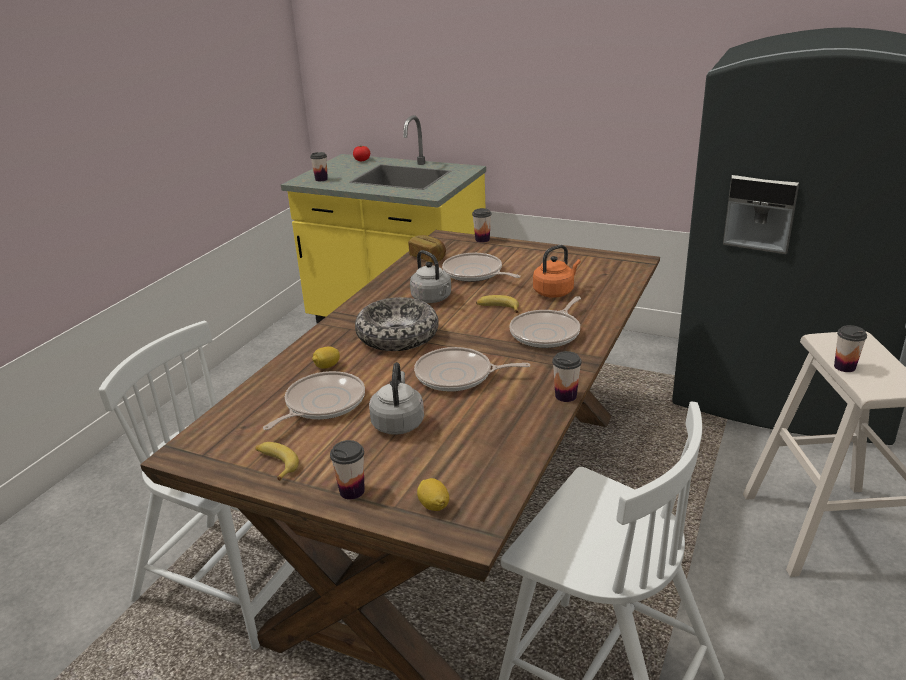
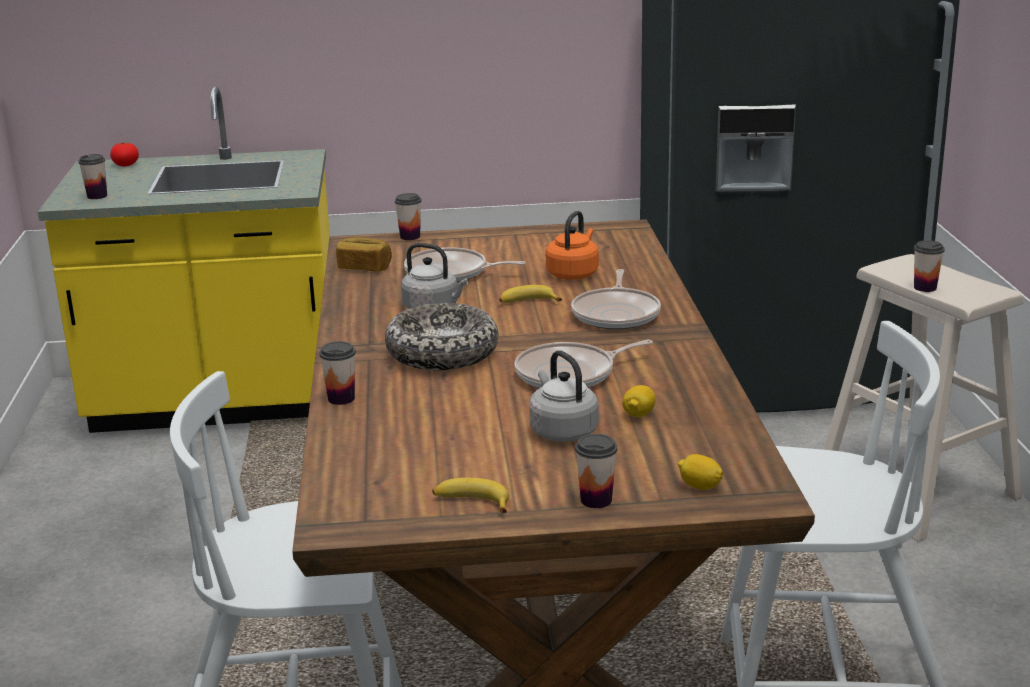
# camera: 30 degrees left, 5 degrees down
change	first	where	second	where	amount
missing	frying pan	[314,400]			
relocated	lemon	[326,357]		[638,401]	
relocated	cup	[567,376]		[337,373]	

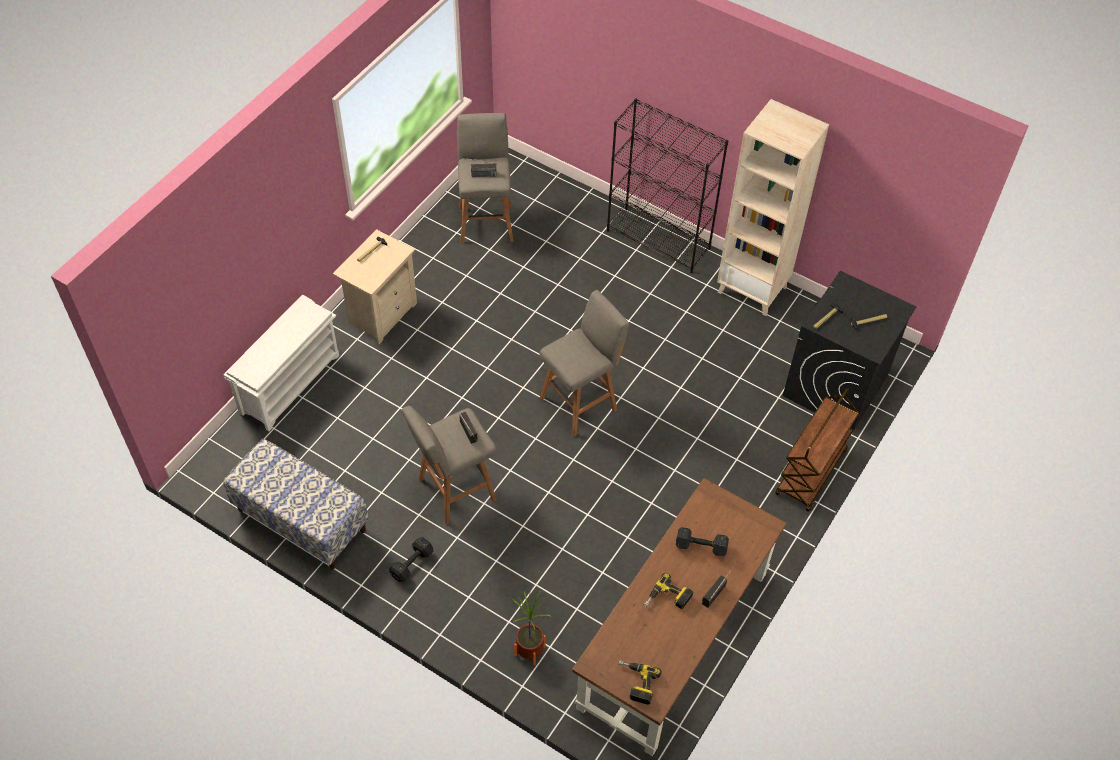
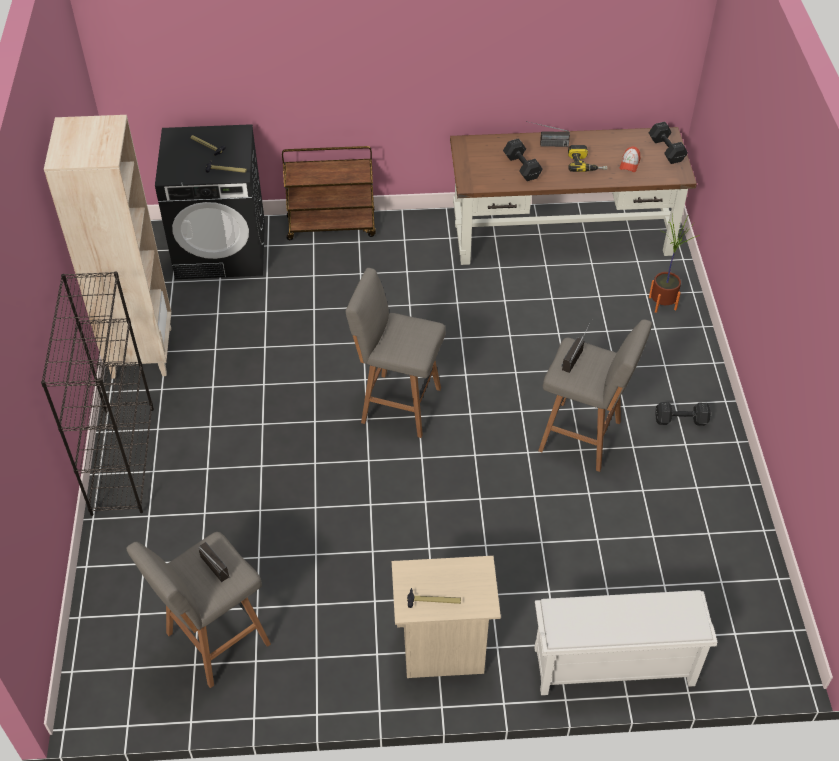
# camera: 125 degrees left, 5 degrees down
change	first	where	second	where	amount
missing	bench	[296,504]			
appeared			cap	[630,159]	
exchanged	power drill	[640,682]	black dumbbell	[668,143]	

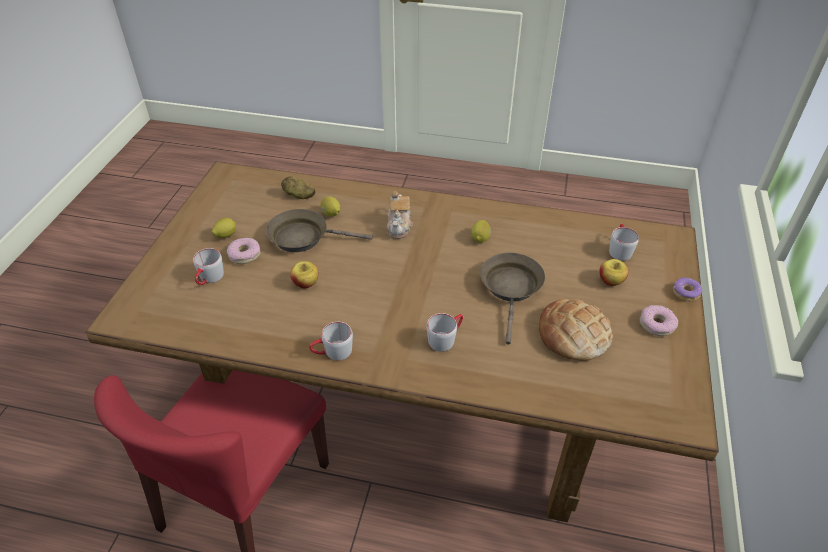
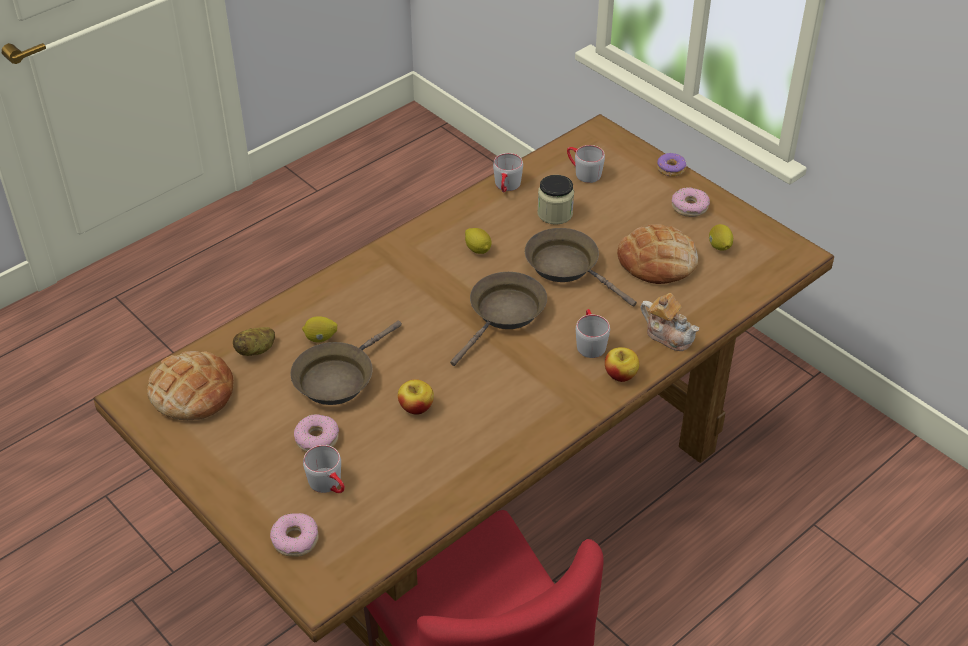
# camera: 55 degrees left, 0 degrees up
change	first	where	second	where	amount
appeared			bread	[190,385]	
appeared			donut	[294,535]	
appeared			brown frying pan	[498,319]	
appeared			jar	[555,200]	
relocated	lemon	[224,228]		[721,237]	
relocated	grey mug	[331,341]		[508,173]	
relocated	teapot	[400,215]		[669,322]	
relocated	apple	[614,272]		[622,364]	

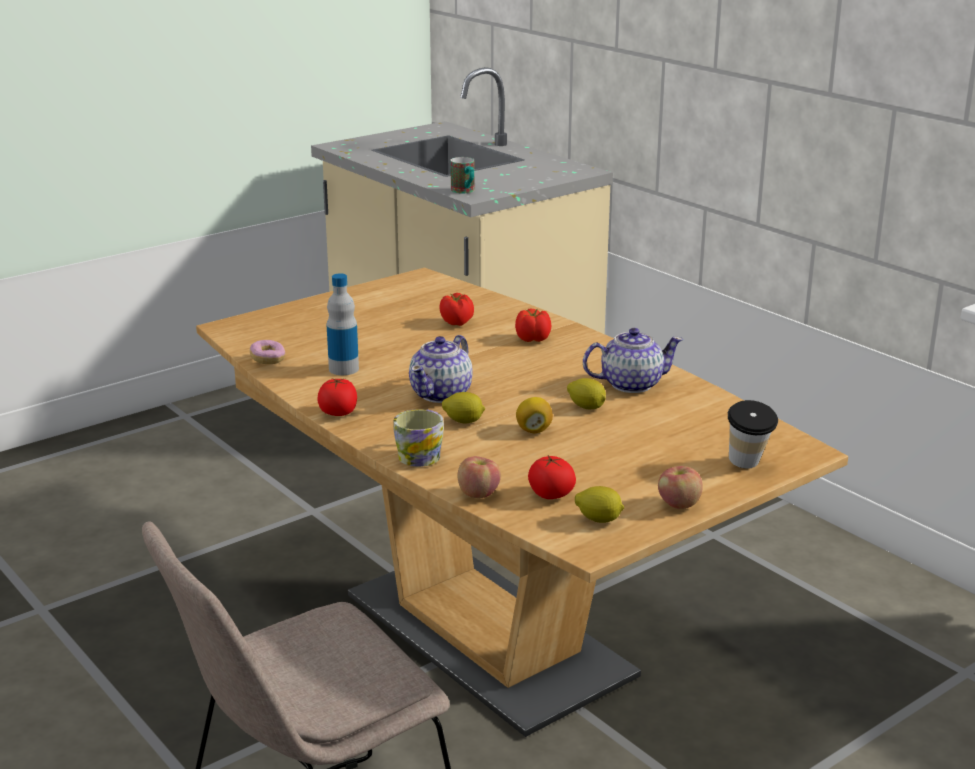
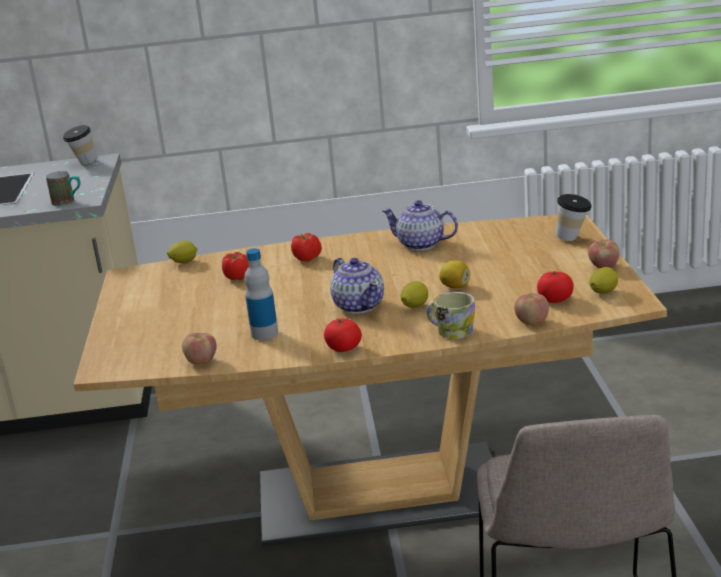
# camera: 55 degrees left, 0 degrees up
change	first	where	second	where	amount
appeared			cup	[80,145]	
relocated	lemon	[586,393]		[182,252]	
exchanged	donut	[268,352]	apple	[199,349]	
spun	teapot	[633,360]		[420,225]	90 degrees counterclockwise

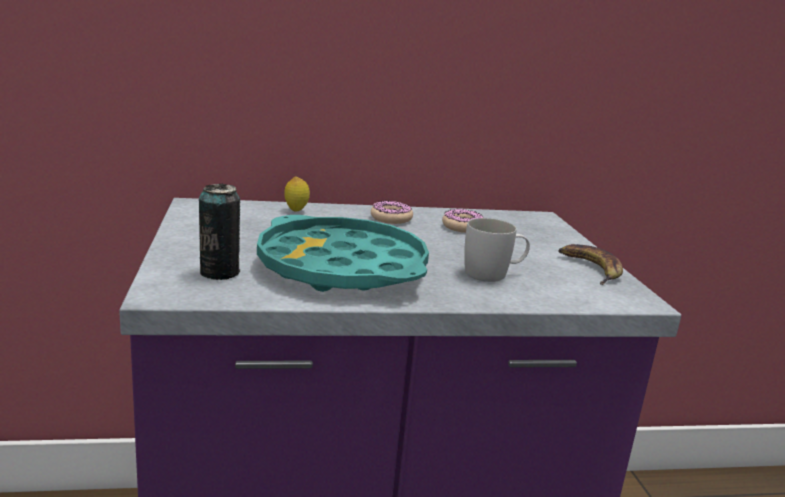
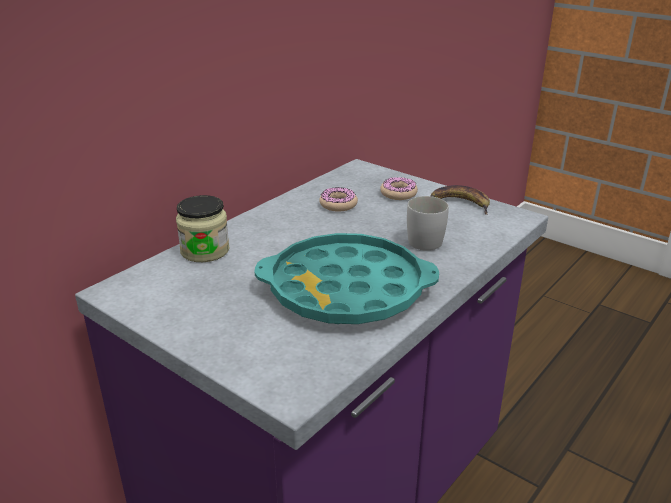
# camera: 40 degrees left, 10 degrees up
change	first	where	second	where	amount
missing	can	[219,232]			
relocated	donut	[392,212]		[399,188]	
exchanged	lemon	[297,194]	jar	[203,228]	

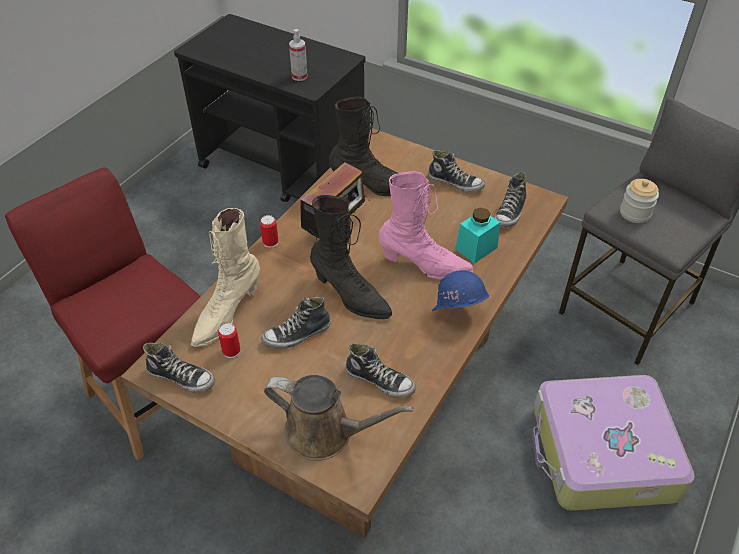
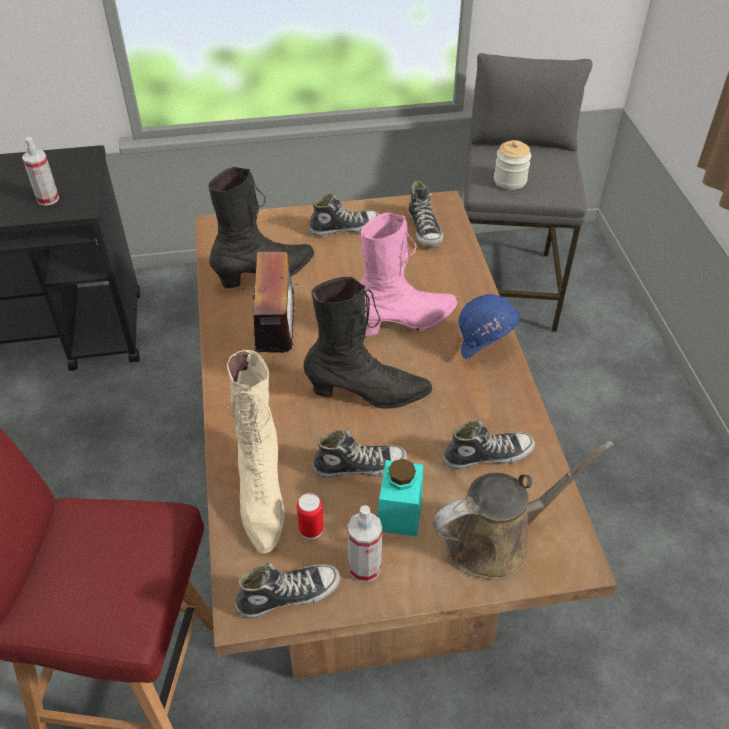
# camera: 40 degrees left, 0 degrees up
change	first	where	second	where	amount
missing	can	[269,231]			
missing	suitcase	[613,443]			
appeared			spray bottle	[365,543]	
relocated	turquoise jar	[478,235]		[400,497]	
spun	shoe	[296,323]		[360,454]	120 degrees counterclockwise

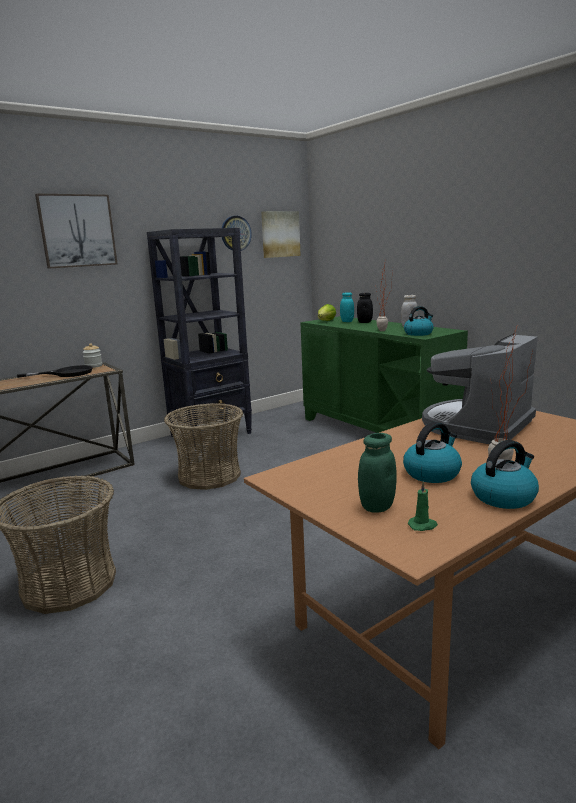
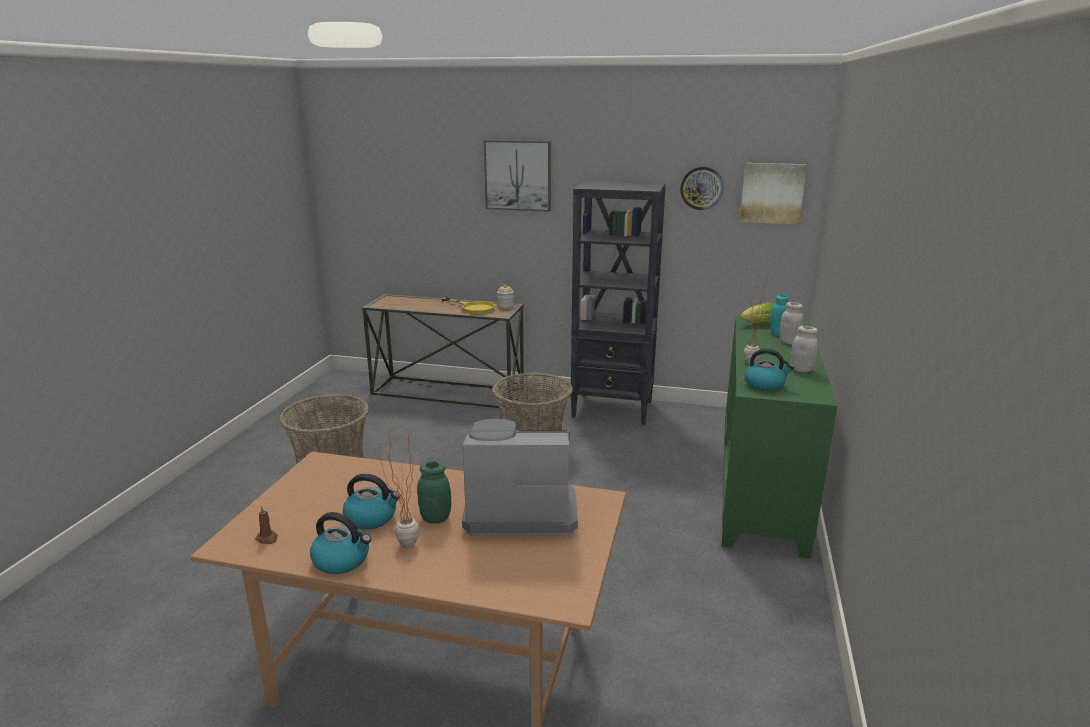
# camera: 50 degrees right, 5 degrees up
change	first	where	second	where	amount
relocated	green jar	[377,473]		[434,492]	
colour	black frying pan	[54,371]	yellow frying pan	[468,305]	
colour	black jar	[365,308]	white jar	[792,323]	
colour	green candle	[423,506]	brown candle	[266,524]	

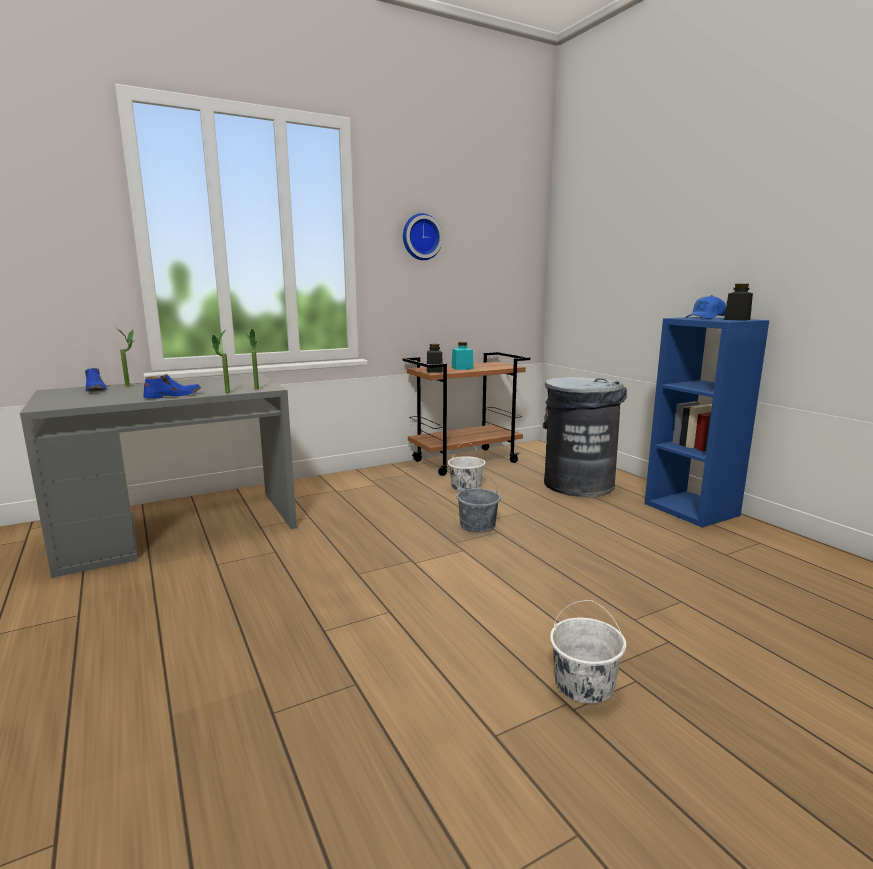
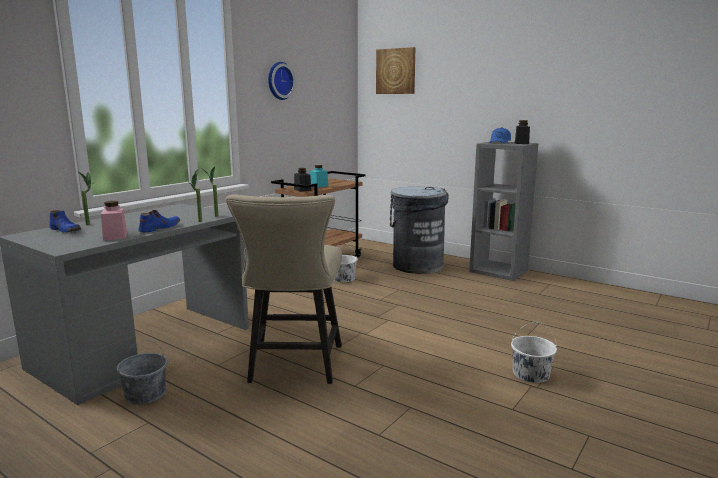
# camera: 25 degrees left, 0 degrees up
change	first	where	second	where	amount
appeared			pink jar	[114,221]	
appeared			beige chair	[284,289]	
appeared			picture	[395,70]	
relocated	grey bucket	[478,503]		[142,372]	
colour	blue bookcase	[707,422]	grey bookcase	[504,211]	

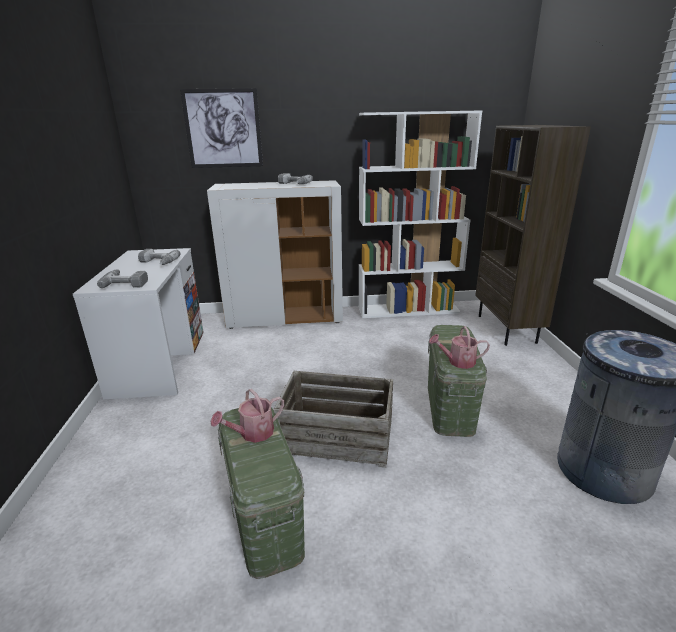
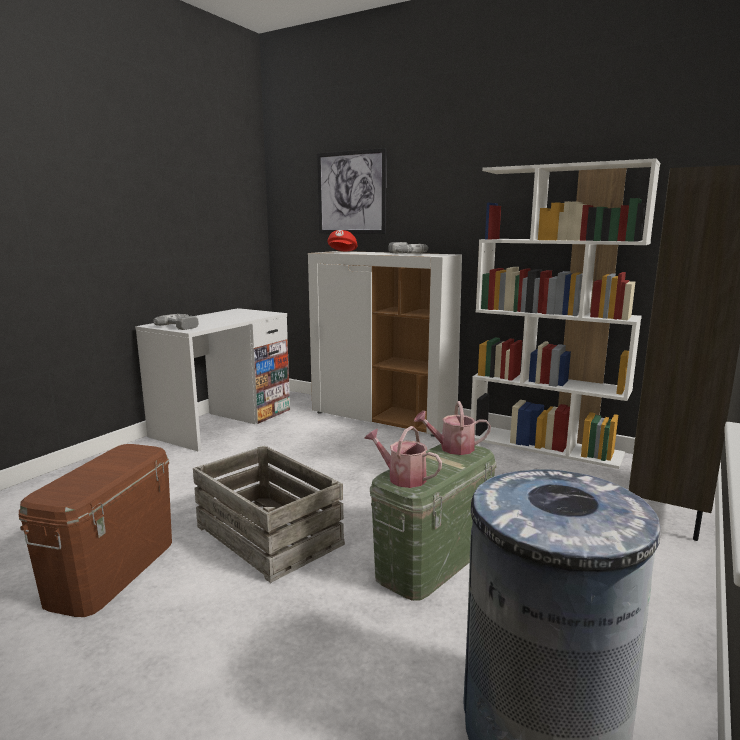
# camera: 35 degrees right, 10 degrees down
change	first	where	second	where	amount
missing	power drill	[159,257]			
appeared			red cap	[342,241]	
relocated	watering can	[247,416]		[452,428]	
colour	green storage box	[261,493]	brown storage box	[95,530]	

